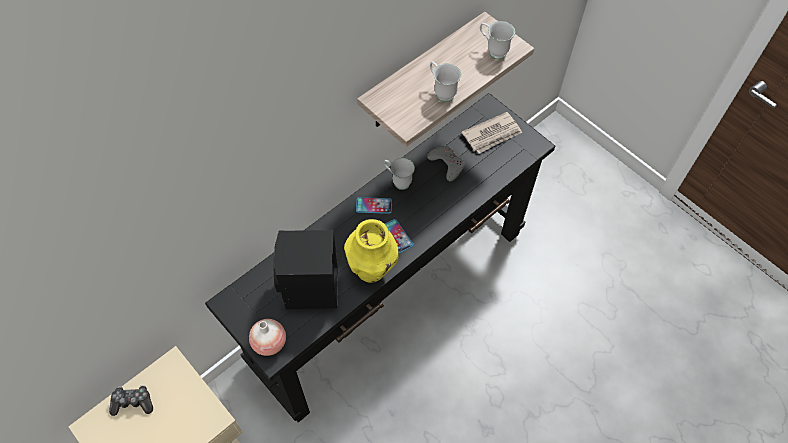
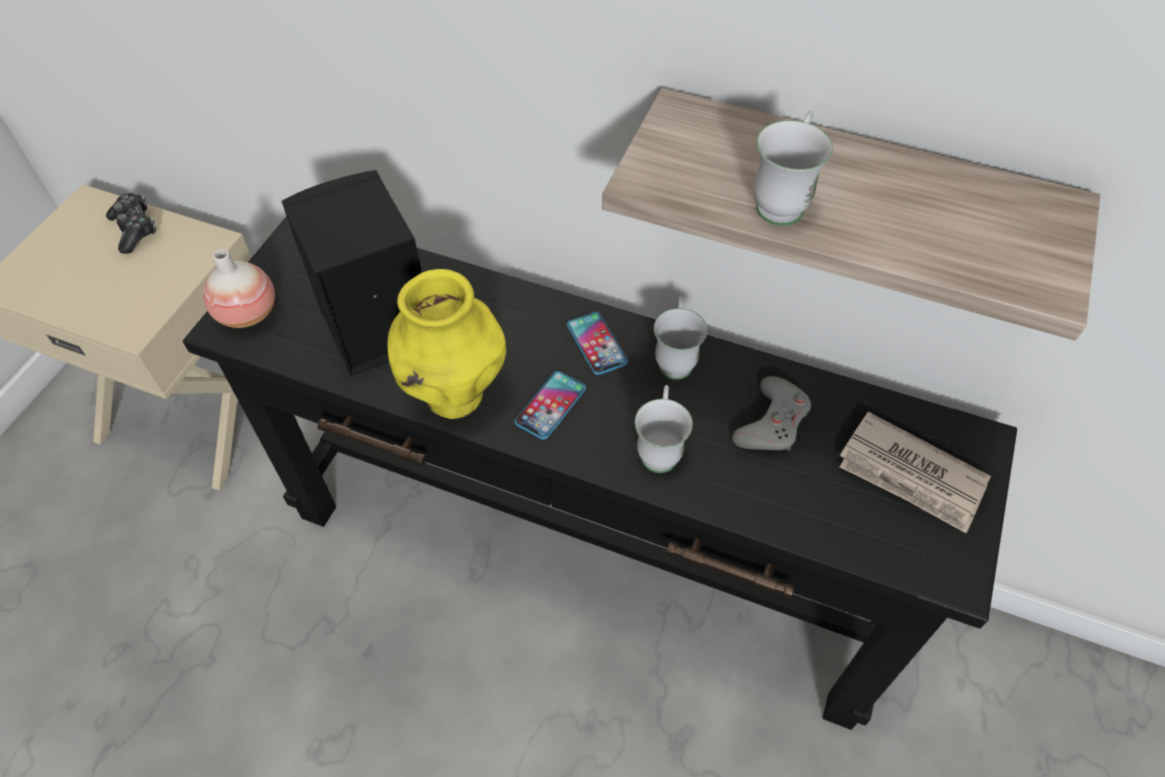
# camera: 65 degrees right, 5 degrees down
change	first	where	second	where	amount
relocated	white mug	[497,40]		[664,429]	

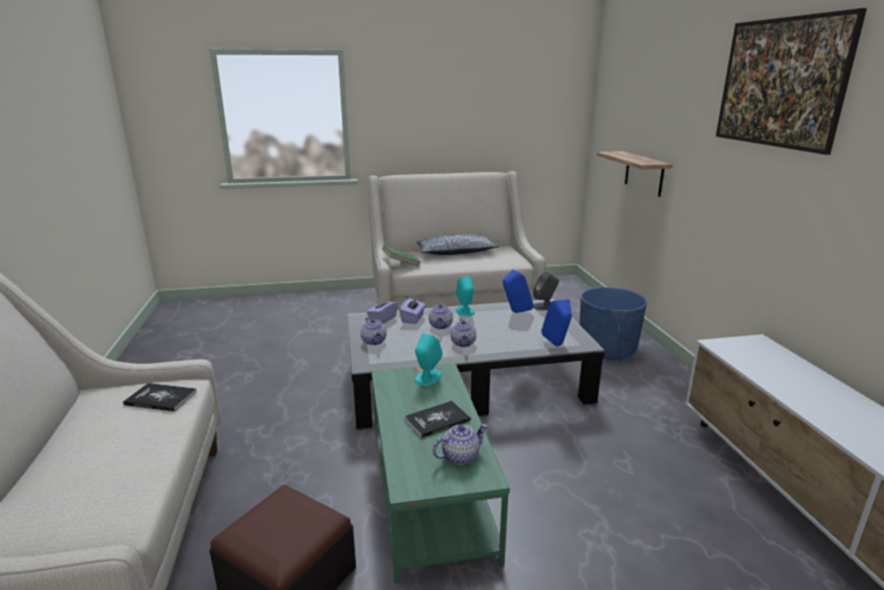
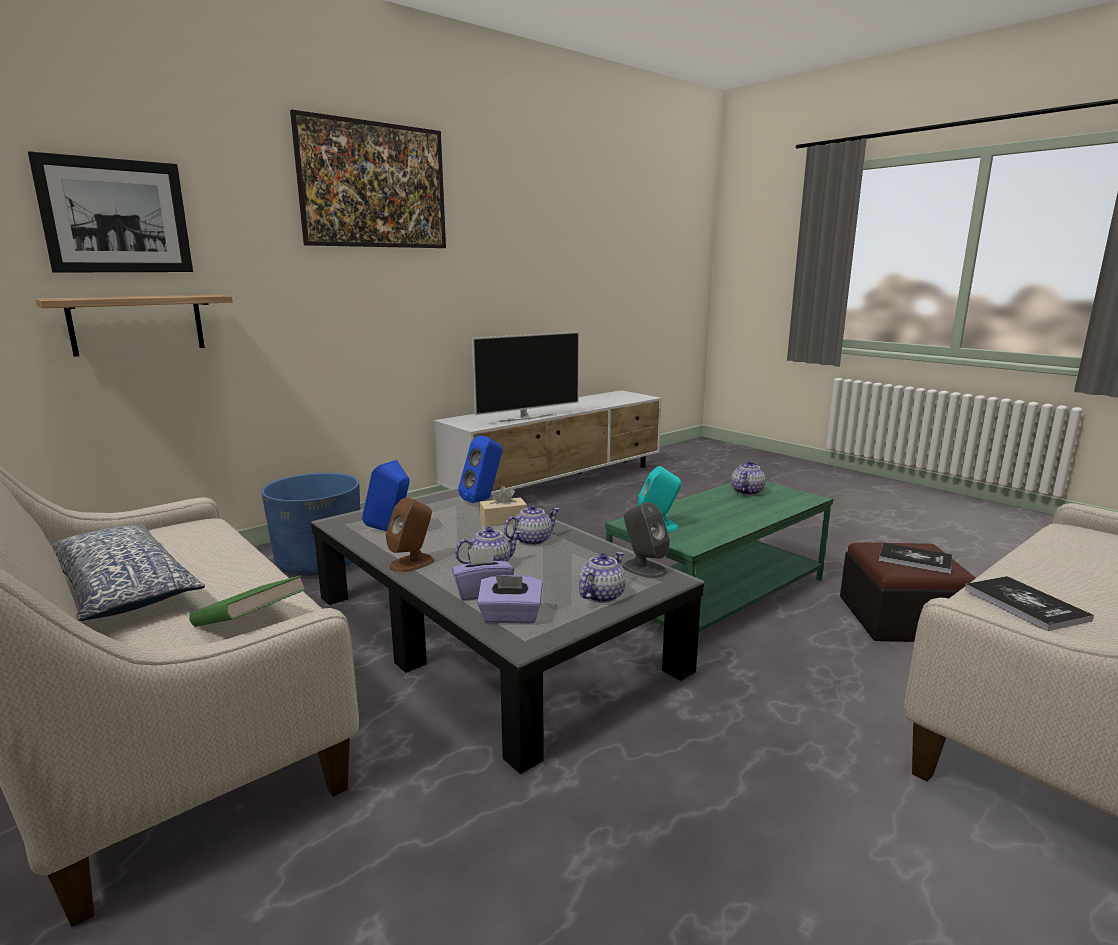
# camera: 120 degrees left, 5 degrees down
change	first	where	second	where	amount
appeared			picture	[110,212]	
appeared			television	[525,377]	
appeared			beige tissue box	[503,506]	
relocated	book	[437,419]		[915,558]	
relocated	grey speaker	[546,291]		[646,540]	
colour	turquoise speaker	[465,296]	brown speaker	[410,534]	
spun	teapot	[460,444]		[748,478]	90 degrees clockwise

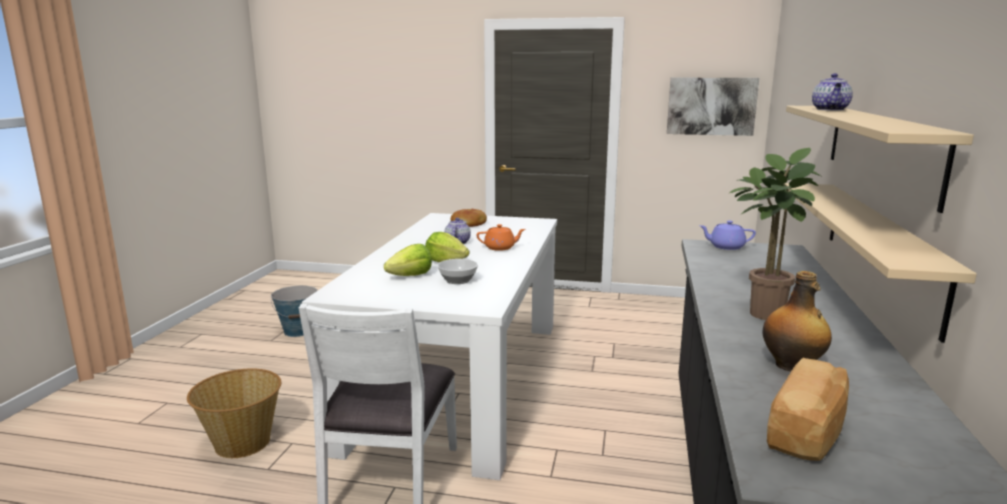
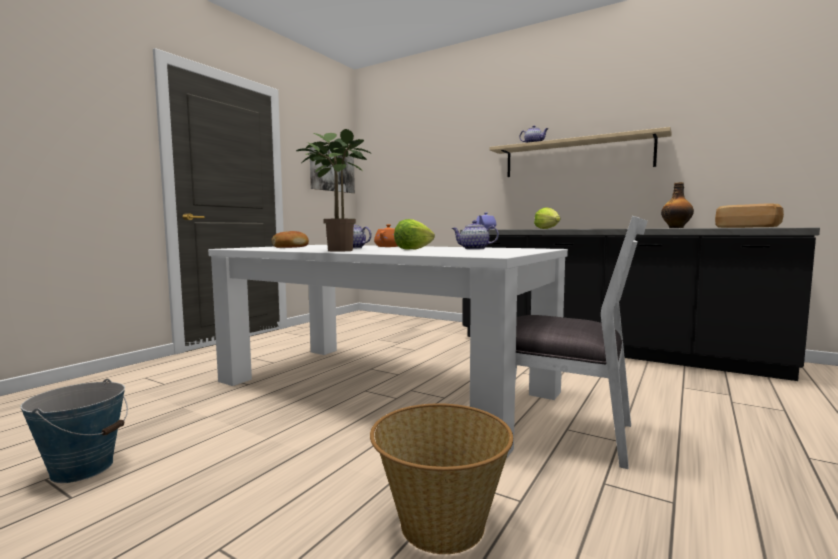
# camera: 70 degrees left, 10 degrees down
change	first	where	second	where	amount
missing	beige shelf	[880,263]			
relocated	lettuce	[408,260]		[547,218]	
relocated	potted plant	[775,234]		[334,190]	
exchanged	bowl	[457,271]	teapot	[475,234]	

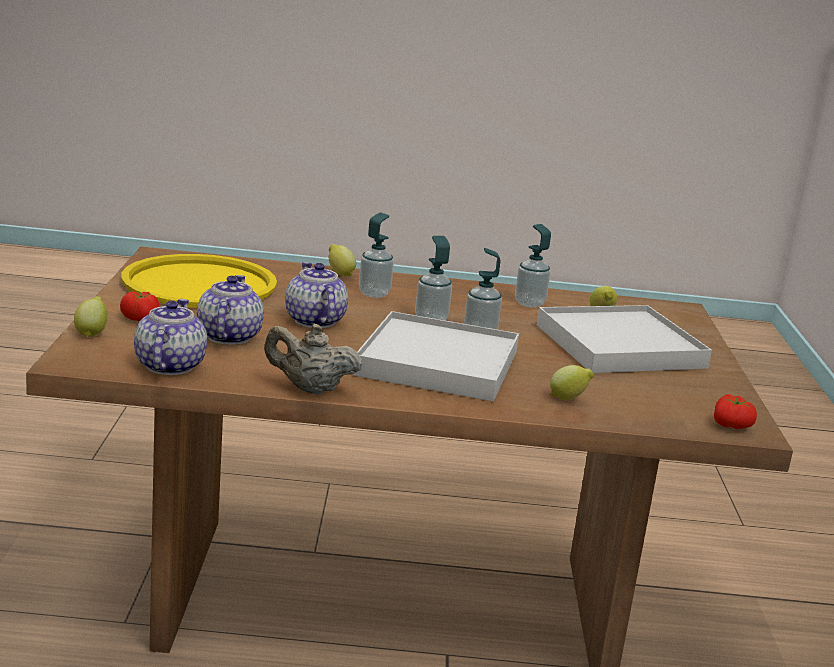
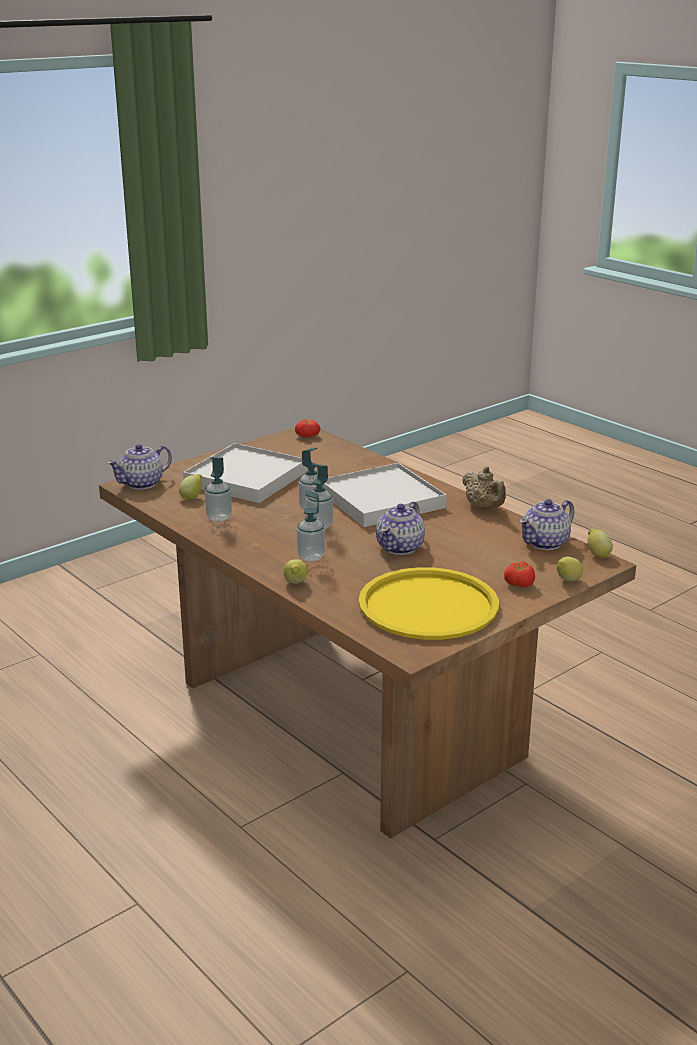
# camera: 130 degrees left, 5 degrees up
change	first	where	second	where	amount
relocated	teapot	[230,310]		[139,467]	
relocated	lemon	[572,382]		[600,543]	

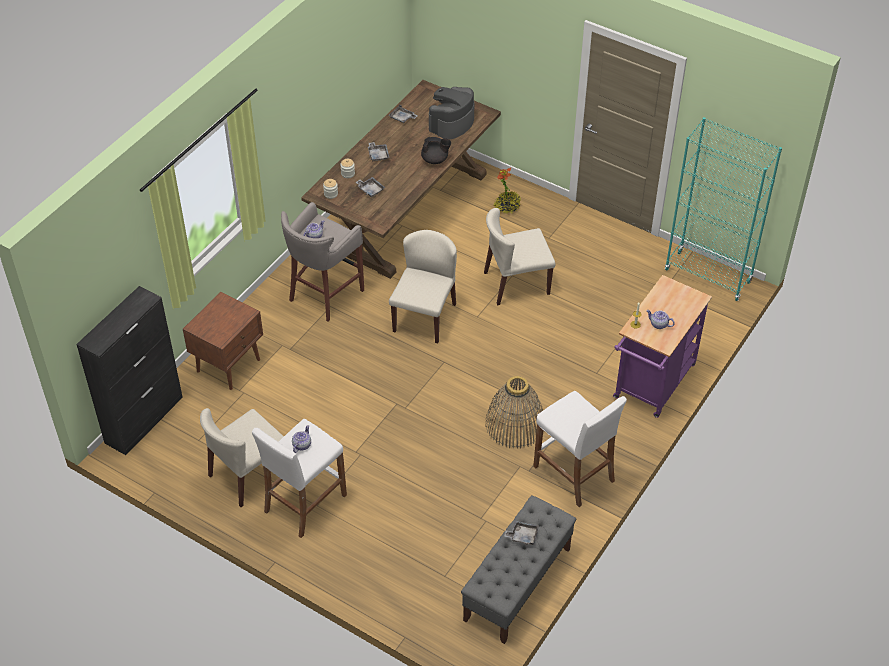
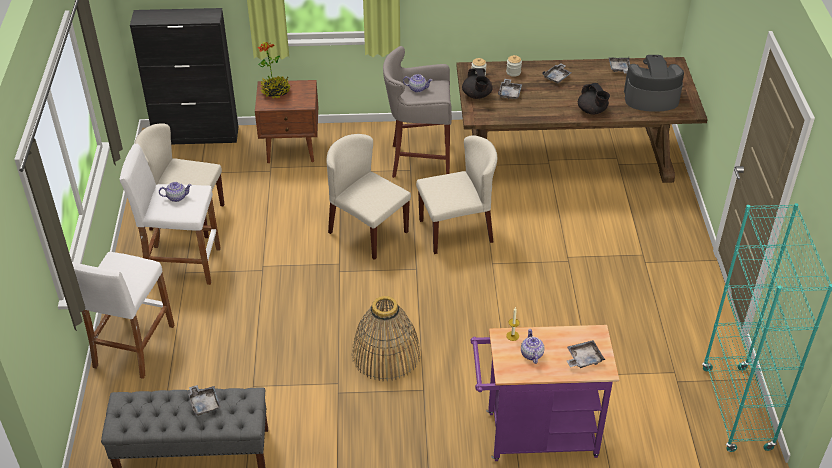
# camera: 55 degrees right, 5 degrees down
change	first	where	second	where	amount
appeared			black teapot	[477,83]	
appeared			grey tray	[586,354]	
relocated	beige chair	[519,256]		[369,197]	
relocated	potted plant	[507,191]		[274,70]	
relocated	white stool	[580,449]		[123,315]	

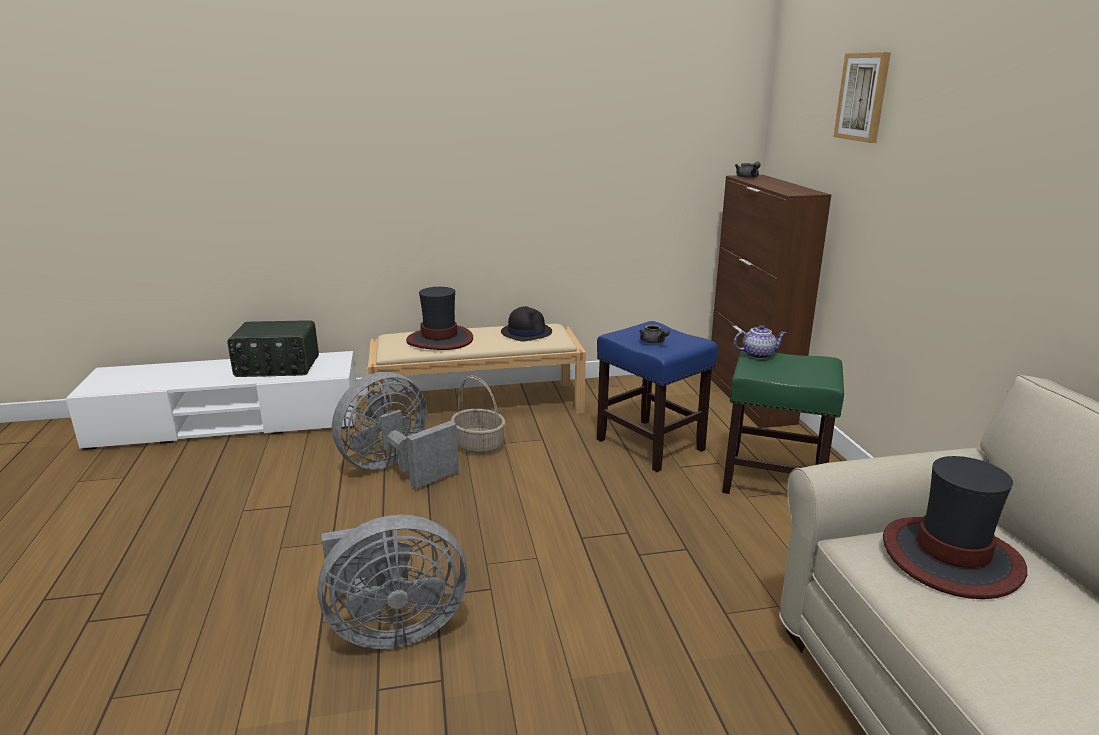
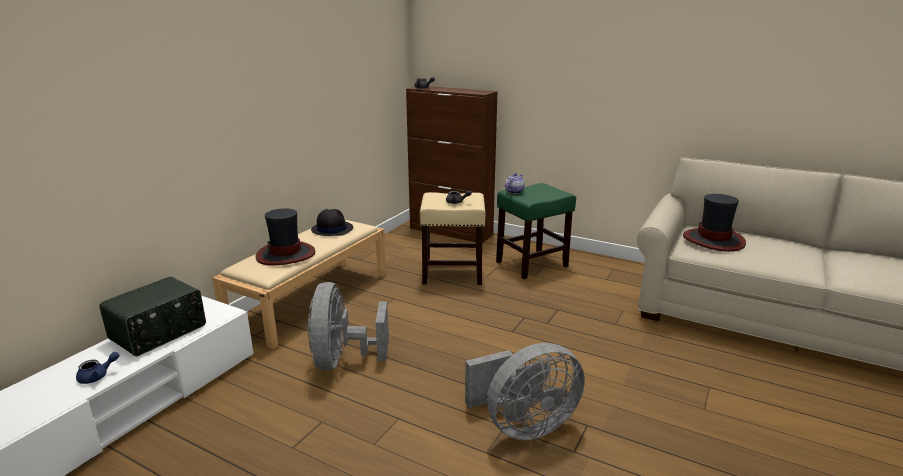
# camera: 50 degrees left, 0 degrees up
change	first	where	second	where	amount
missing	basket	[478,415]			
missing	picture	[862,97]			
appeared			blue teapot	[97,368]	
colour	blue stool	[657,396]	beige stool	[452,238]	
spun	grey fan	[392,582]		[525,391]	45 degrees clockwise

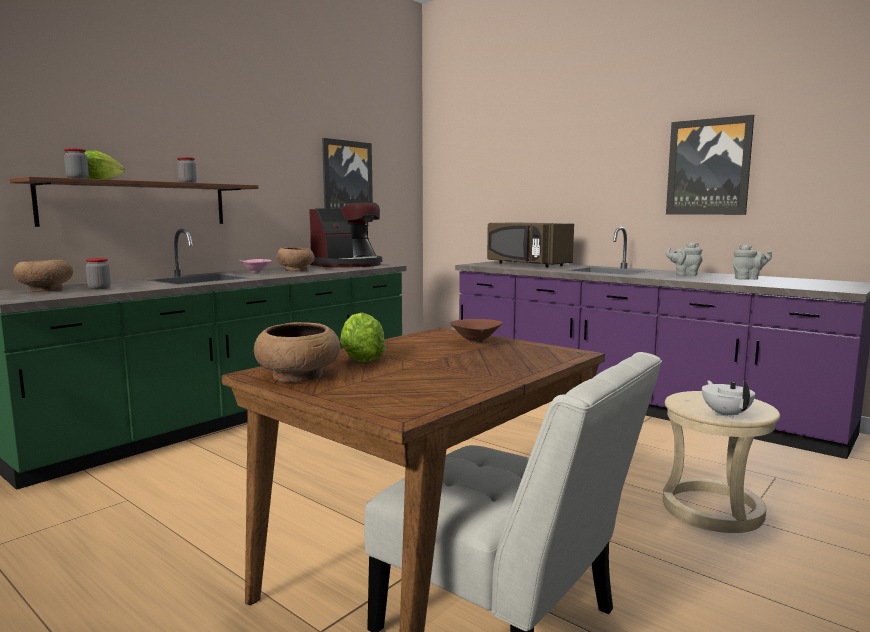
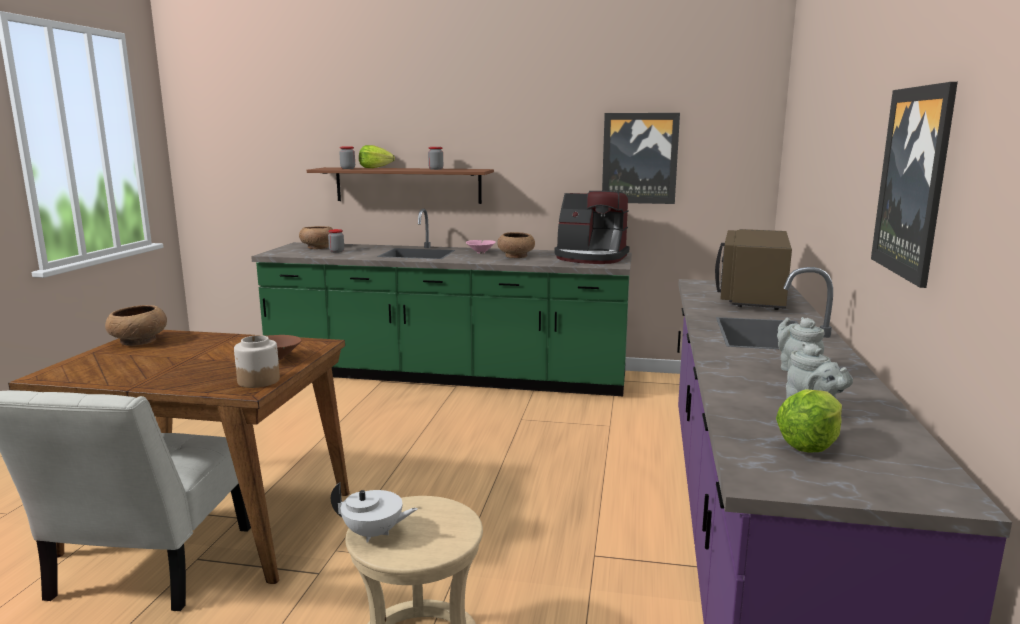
# camera: 60 degrees right, 5 degrees up
change	first	where	second	where	amount
appeared			jar	[257,361]	
relocated	lettuce	[363,337]		[809,420]	
spun	white teapot	[728,399]		[374,512]	45 degrees clockwise

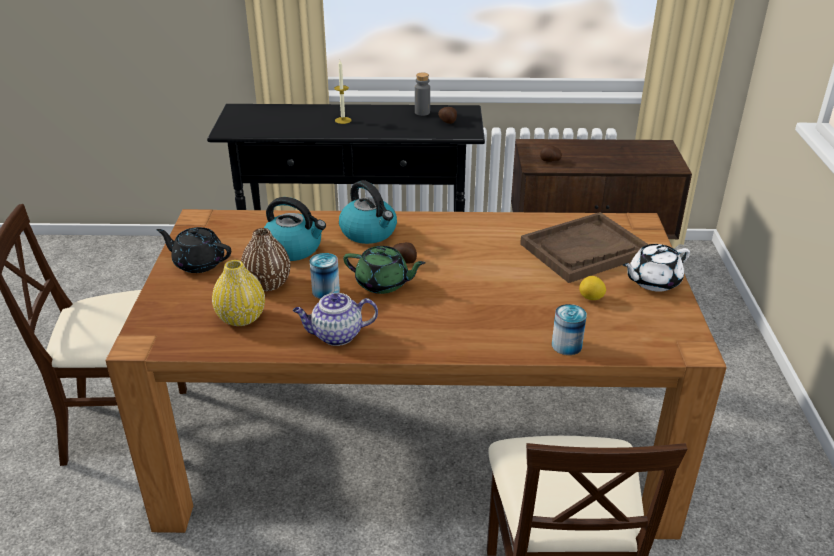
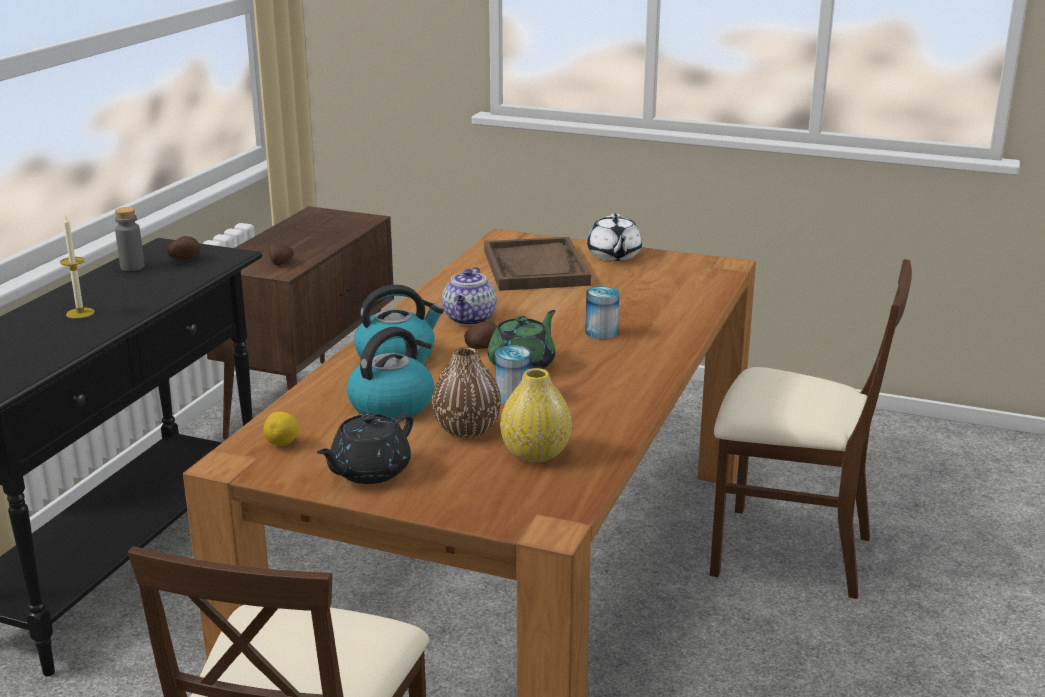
# camera: 70 degrees left, 10 degrees down
change	first	where	second	where	amount
relocated	teapot	[335,319]		[469,296]	
relocated	can	[569,329]		[602,312]	
relocated	lemon	[592,288]		[281,429]	

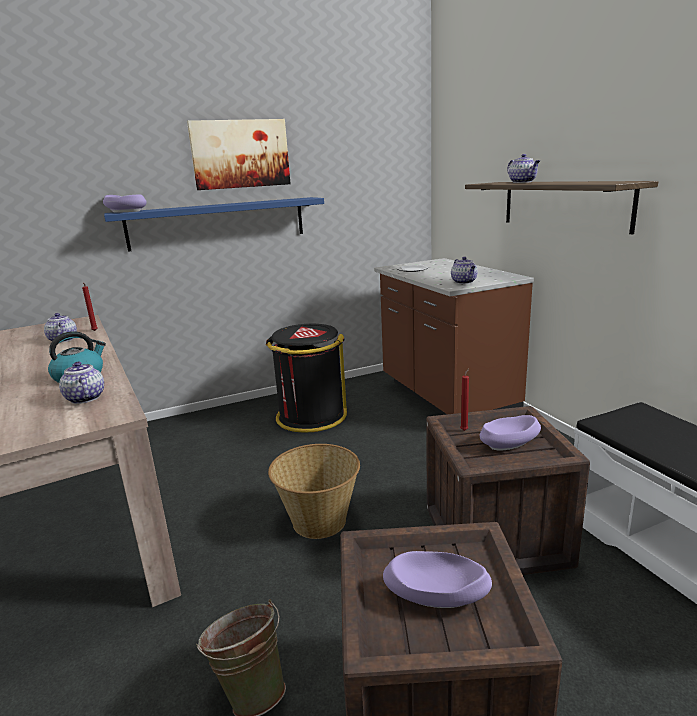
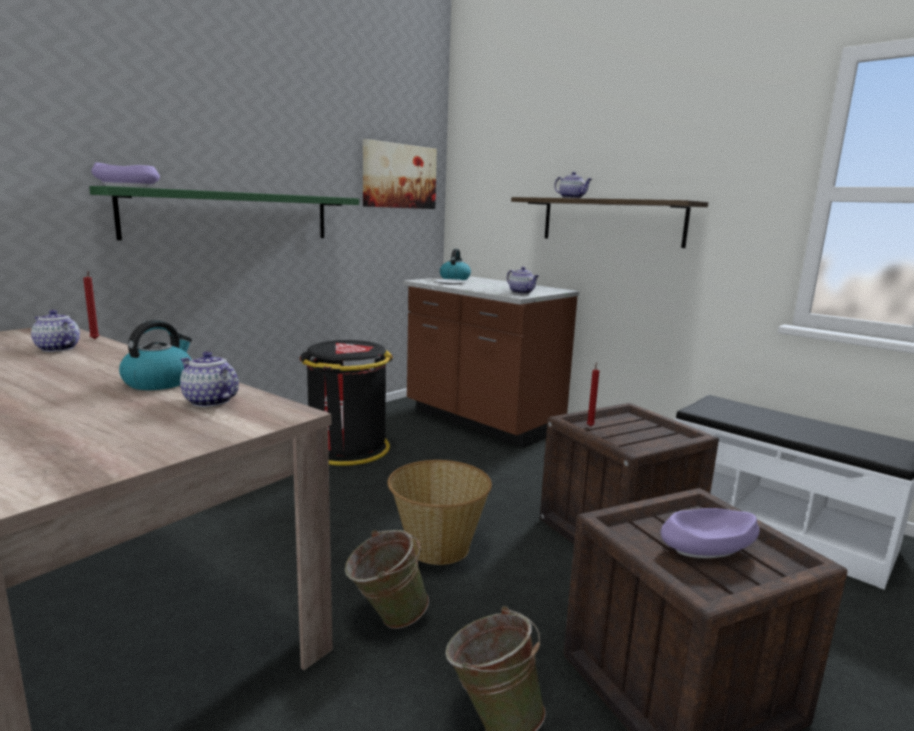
# camera: 25 degrees left, 5 degrees down
change	first	where	second	where	amount
missing	purple bowl	[510,432]			
appeared			green bucket	[387,579]	
appeared			kettle	[455,264]	
relocated	picture	[239,154]		[400,174]	
colour	blue shelf	[214,224]	green shelf	[224,213]	

